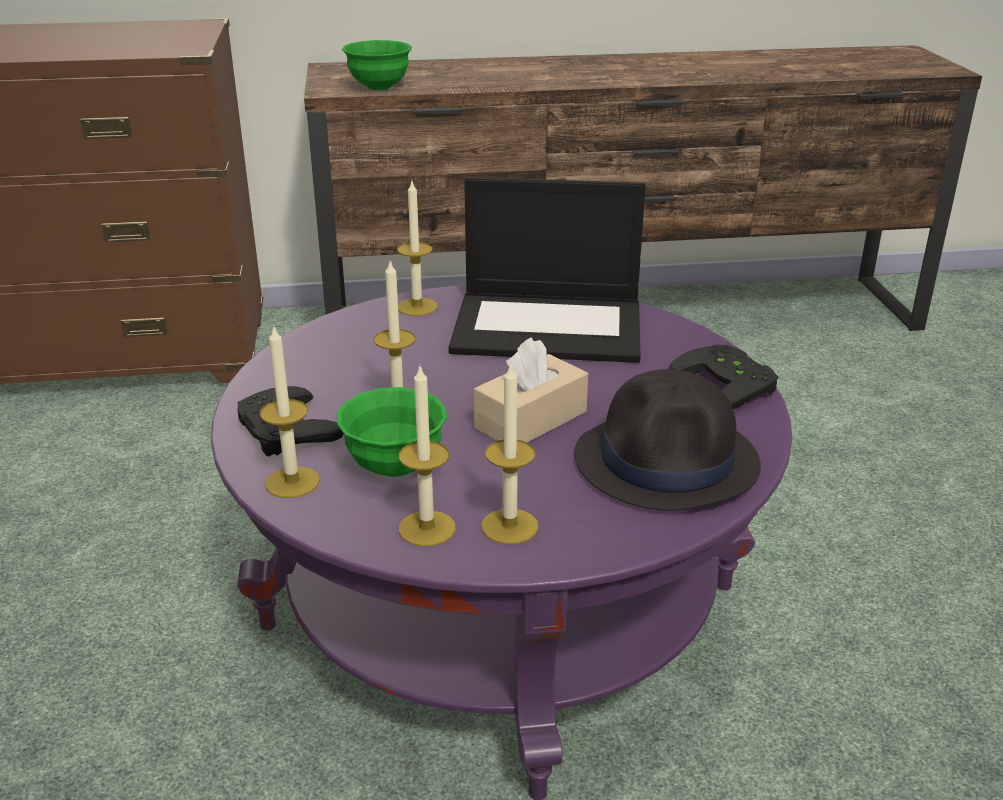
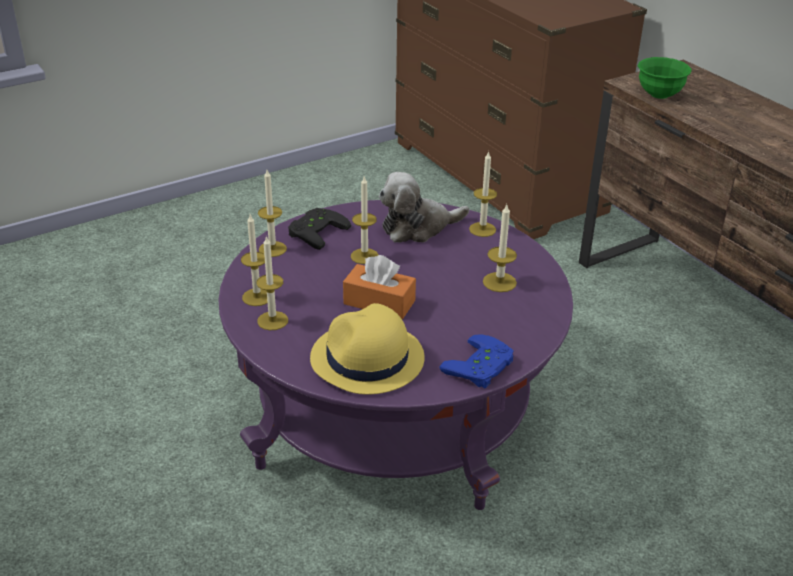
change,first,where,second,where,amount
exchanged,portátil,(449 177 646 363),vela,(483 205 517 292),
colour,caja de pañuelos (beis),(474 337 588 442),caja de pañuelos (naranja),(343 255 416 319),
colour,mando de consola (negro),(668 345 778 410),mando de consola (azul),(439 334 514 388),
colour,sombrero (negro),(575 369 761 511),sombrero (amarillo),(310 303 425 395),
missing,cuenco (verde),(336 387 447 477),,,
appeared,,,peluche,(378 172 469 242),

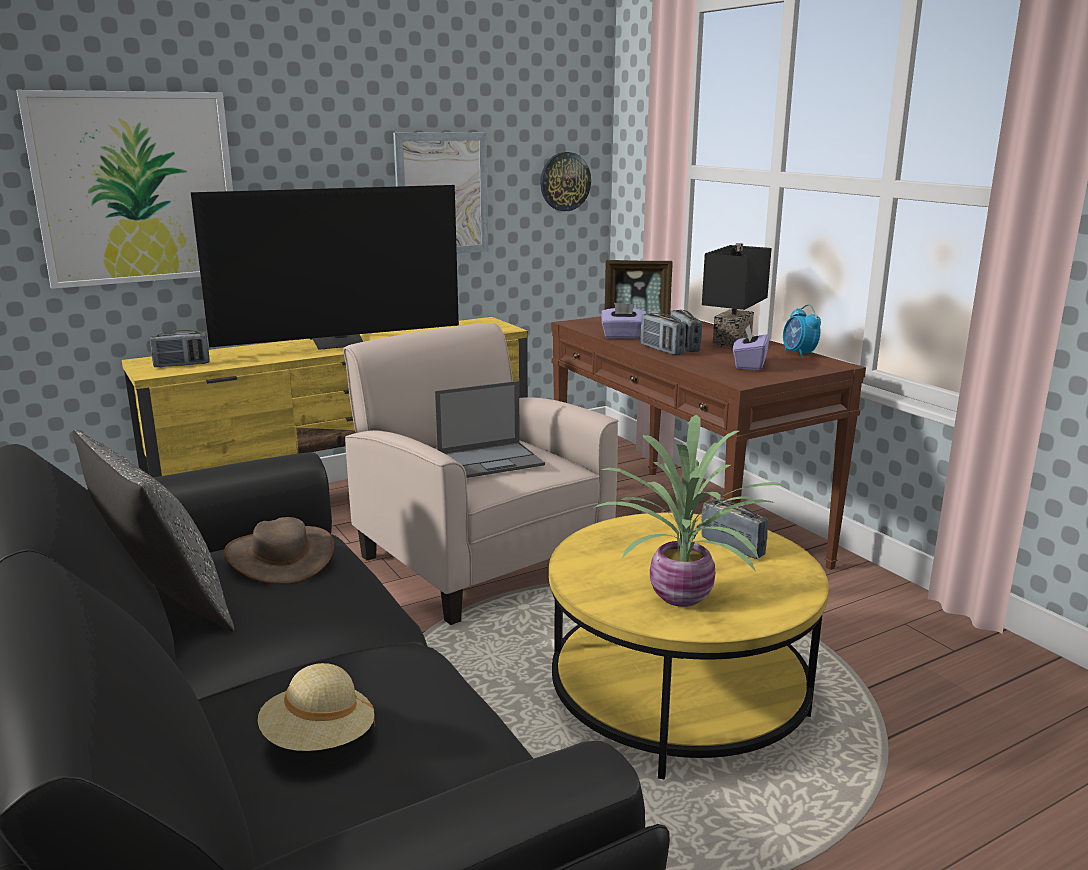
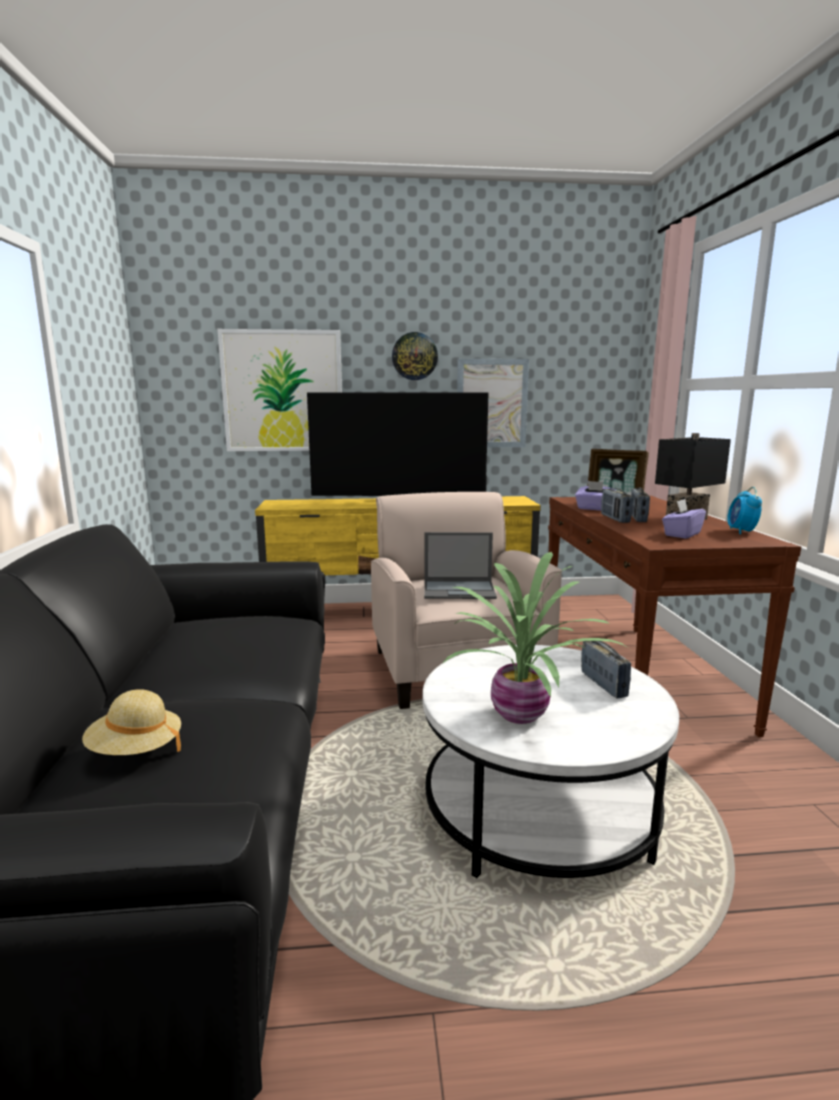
change,first,where,second,where,amount
relocated,reloj de pared,(540 152 591 211),,(392 332 438 380),
missing,radio,(150 330 210 368),,,
missing,cojín (gris),(73 430 234 632),,,
colour,mesa de centro (amarillo),(549 513 829 780),mesa de centro (blanco),(423 645 679 878),
missing,sombrero (marrón),(224 517 334 584),,,

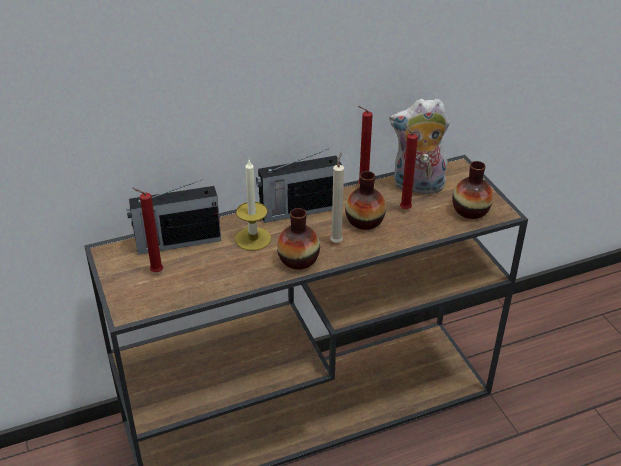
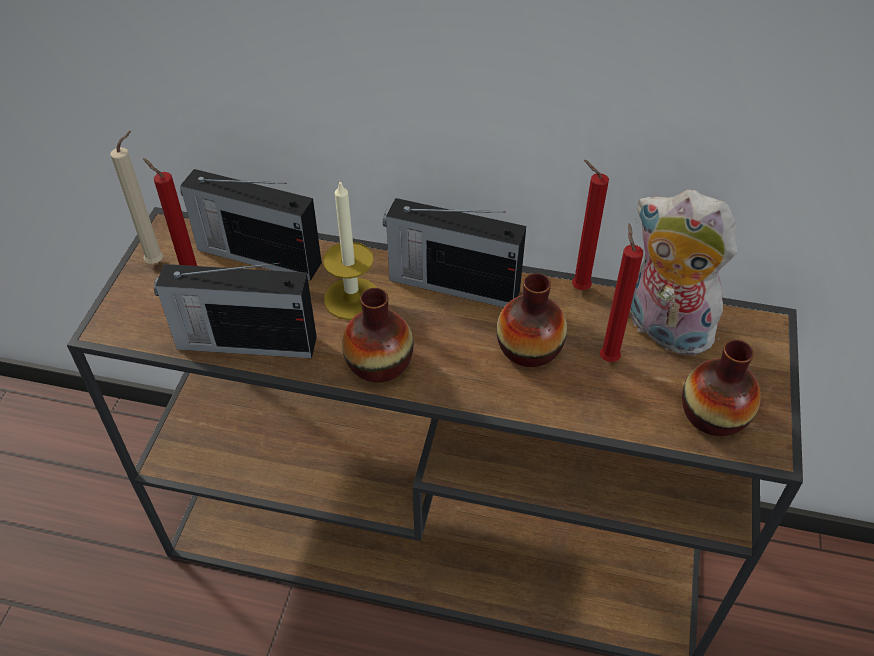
change,first,where,second,where,amount
relocated,vela (beis),(330 153 344 243),,(110 131 163 264),
appeared,,,radio,(154 263 317 358),

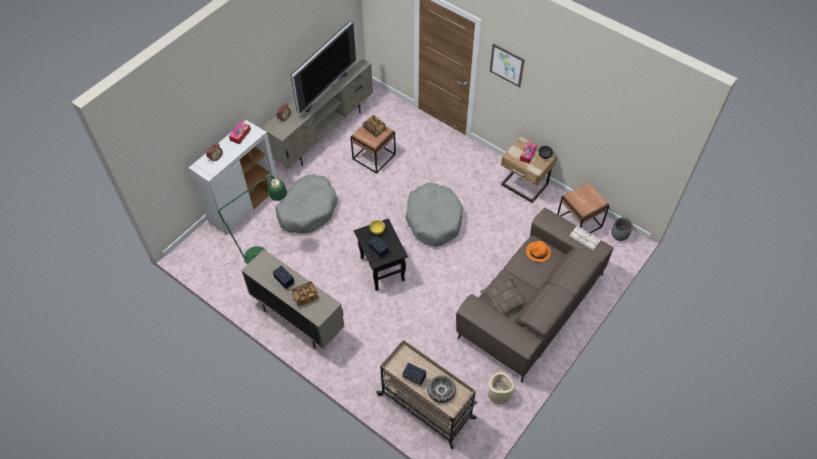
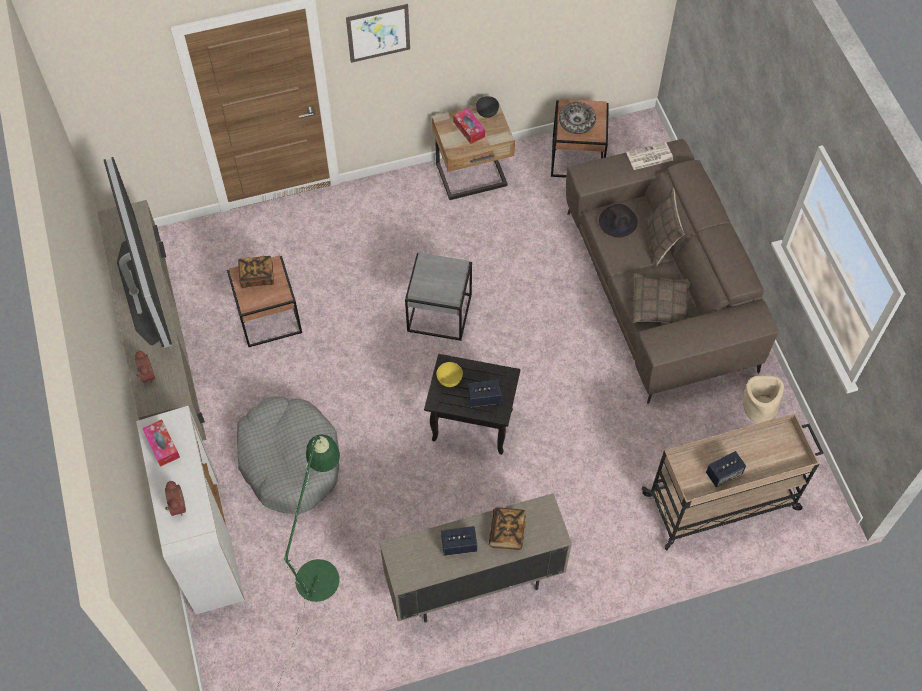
change,first,where,second,where,amount
exchanged,cama para perro (gris),(405 183 463 246),mesa auxiliar (gris),(405 253 472 341),
missing,maceta (gris),(611 217 633 241),,,
colour,sombrero (naranja),(526 241 551 262),sombrero (negro),(599 204 638 237),
relocated,cuenco,(427 375 456 403),,(559 102 596 134),
appeared,,,cojín,(646 188 684 266),

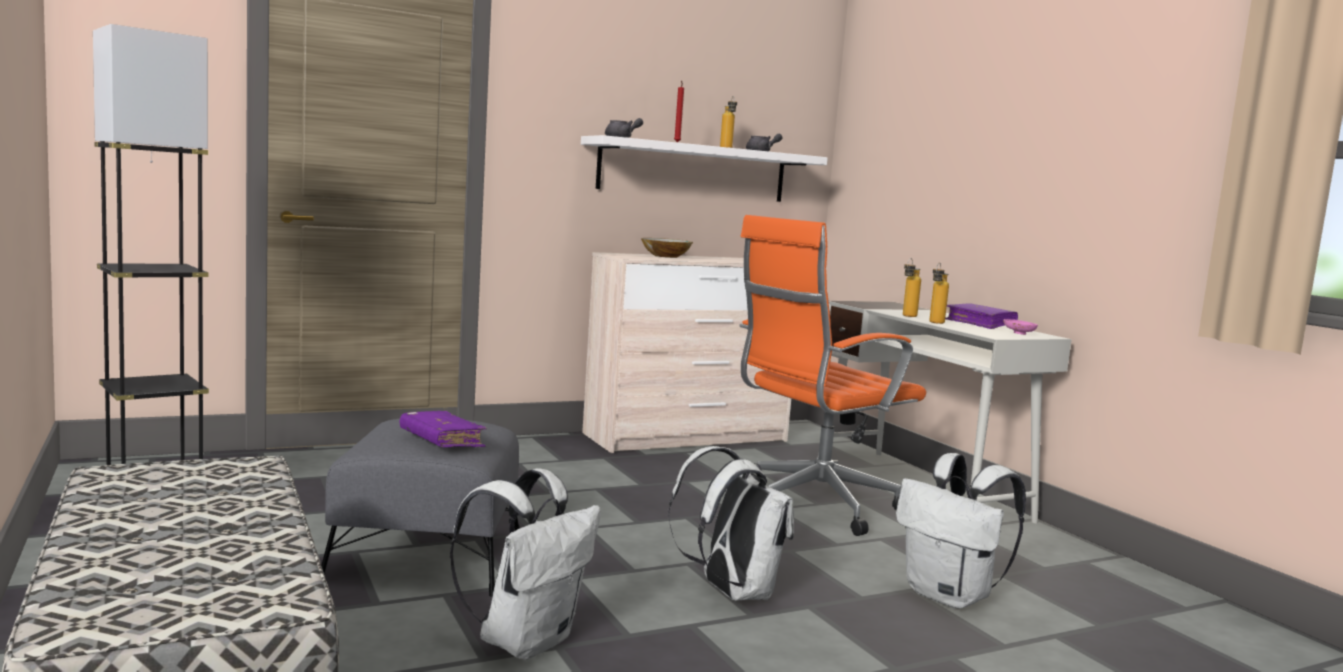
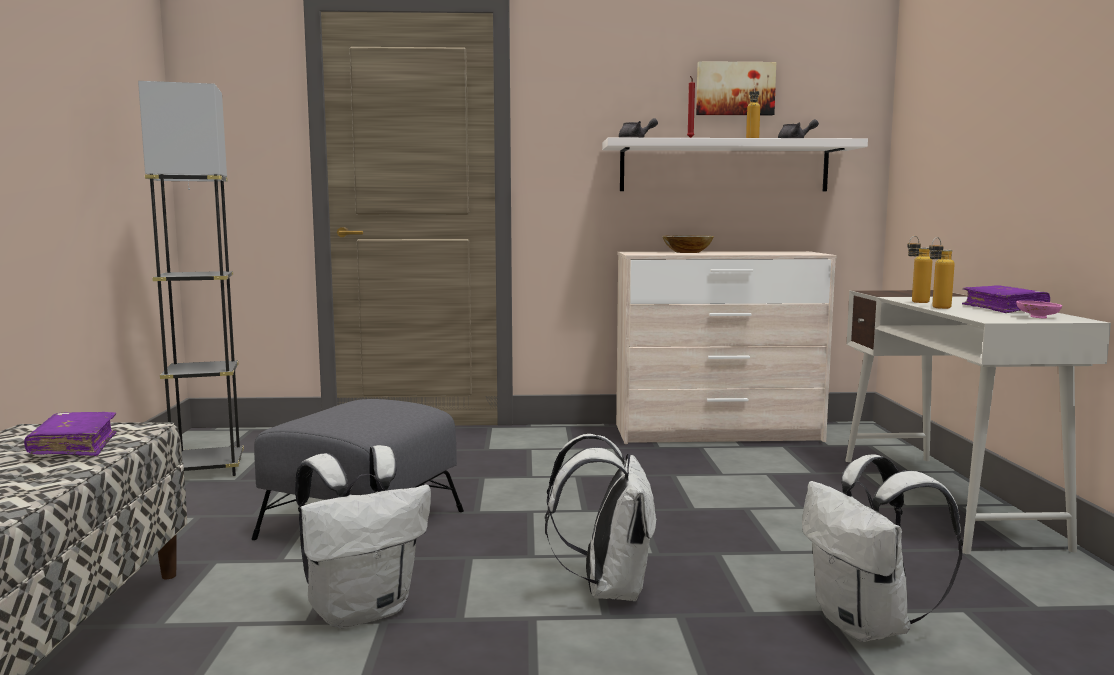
change,first,where,second,where,amount
missing,silla de oficina (naranja),(739 215 926 536),,,
relocated,libro (morado),(399 411 487 447),,(24 412 116 456),
appeared,,,cuadro,(696 61 776 115),

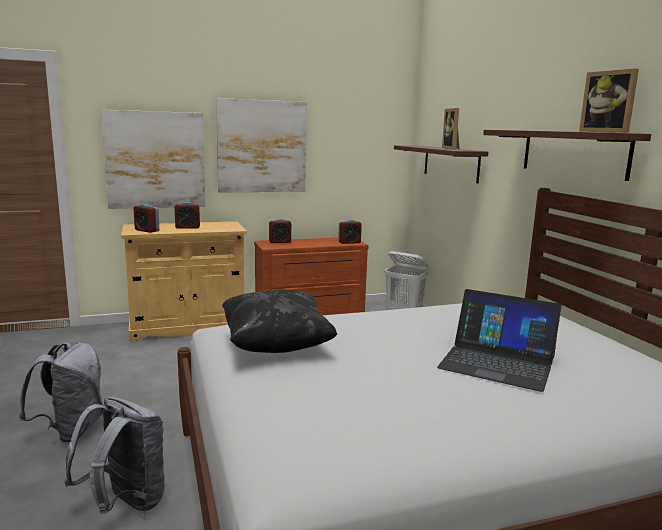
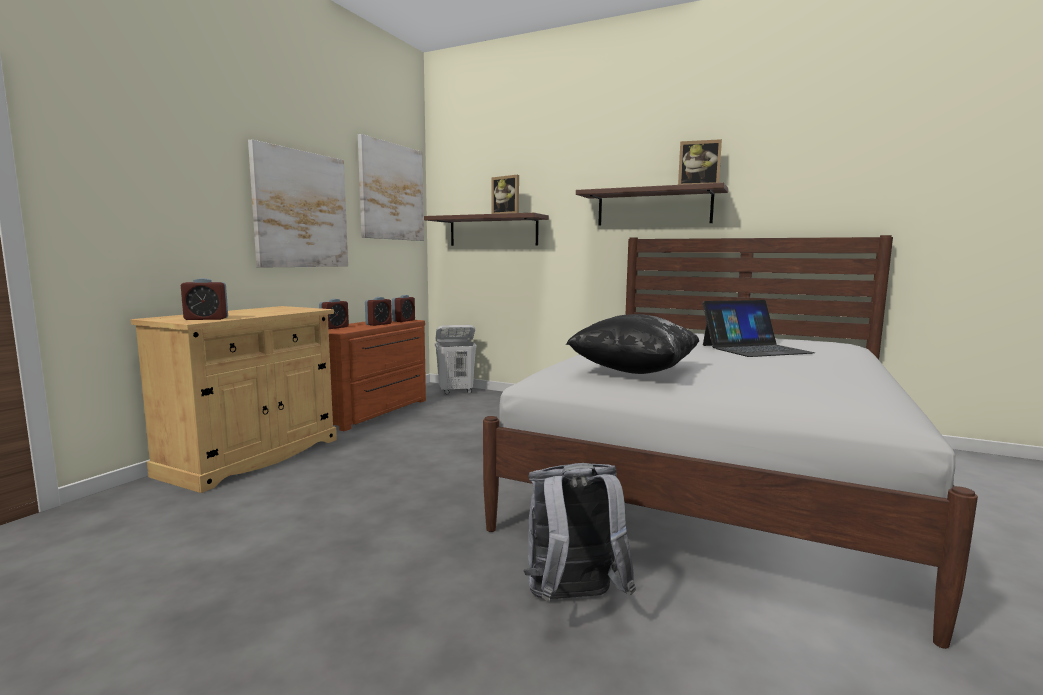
change,first,where,second,where,amount
relocated,cuadro,(101 110 205 209),,(358 134 424 241),
relocated,despertador,(175 202 200 229),,(365 297 392 326),
missing,mochila (gris),(19 342 103 443),,,

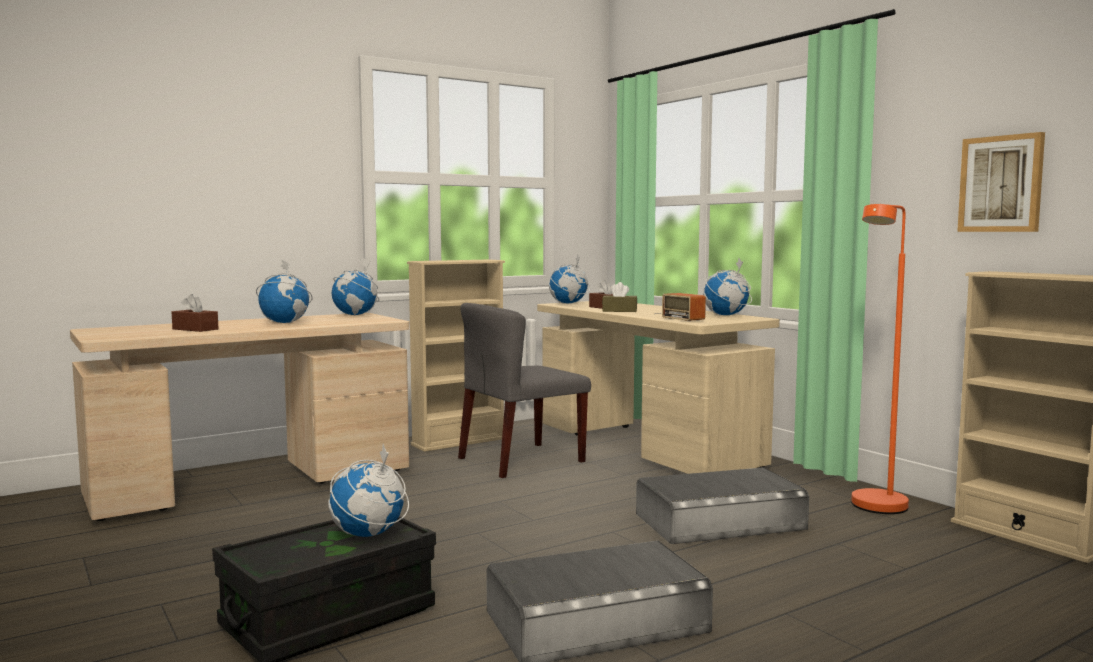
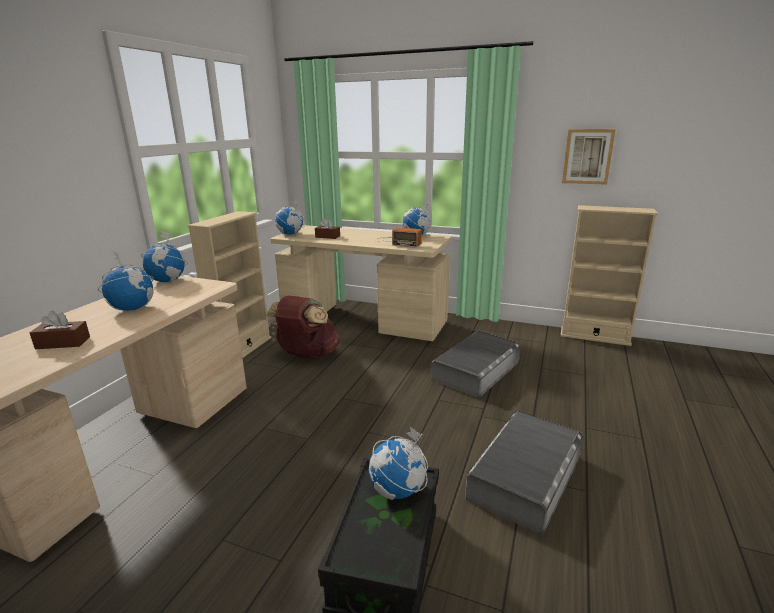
change,first,where,second,where,amount
missing,lámpara de pie (naranja),(851 204 909 514),,,
missing,caja de pañuelos (marrón),(602 282 637 312),,,
exchanged,silla (gris),(458 303 591 478),mochila (marrón),(266 296 340 359),

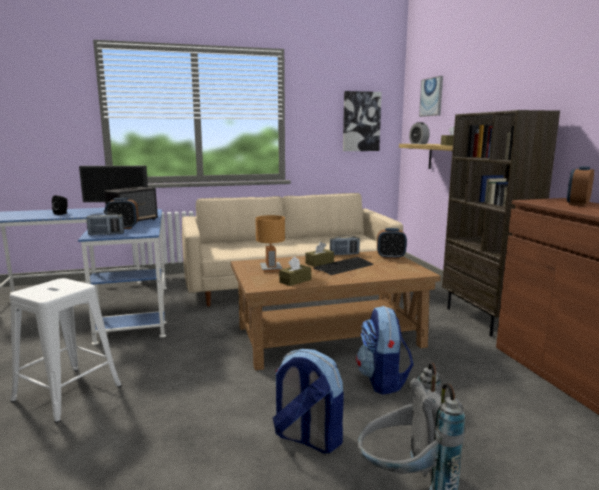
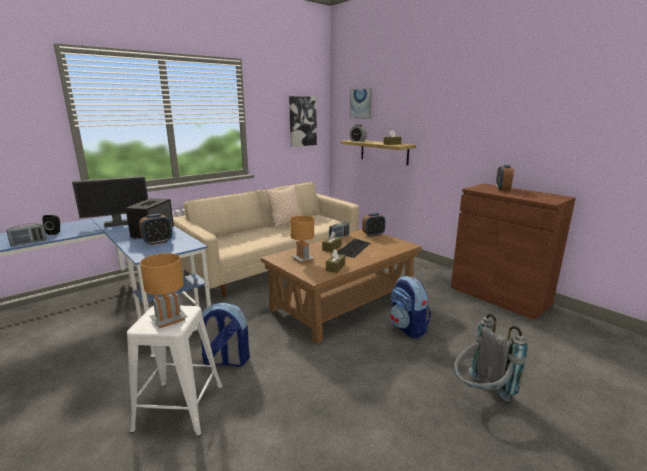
change,first,where,second,where,amount
missing,estantería (marrón),(442 110 560 336),,,
relocated,radio,(87 212 124 235),,(6 223 47 246),
relocated,mochila,(273 349 344 454),,(201 303 250 367),
appeared,,,cojín (beis),(266 186 302 229),
appeared,,,lámpara de mesa (marrón),(140 253 188 328),

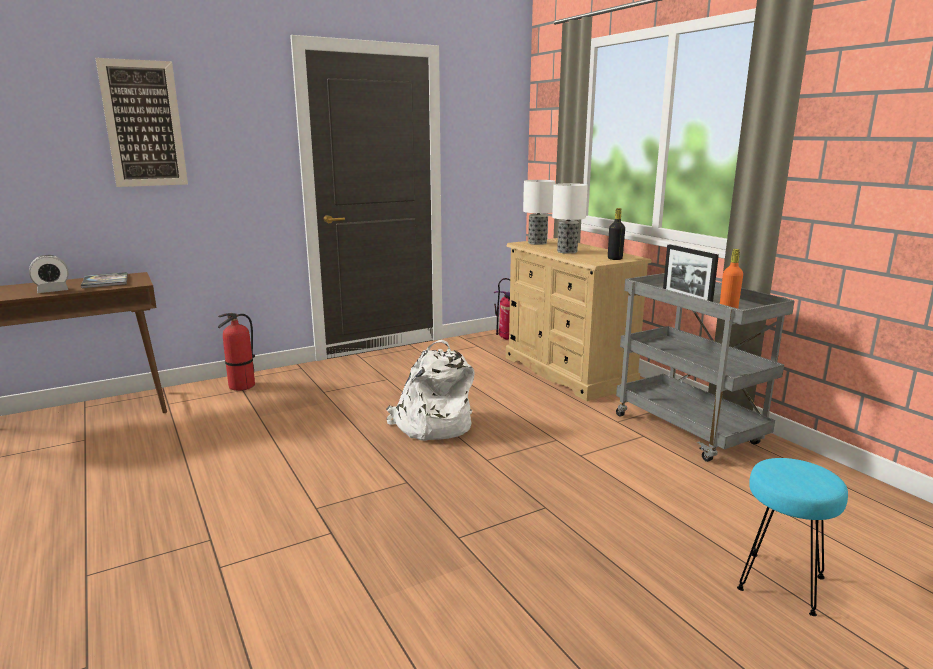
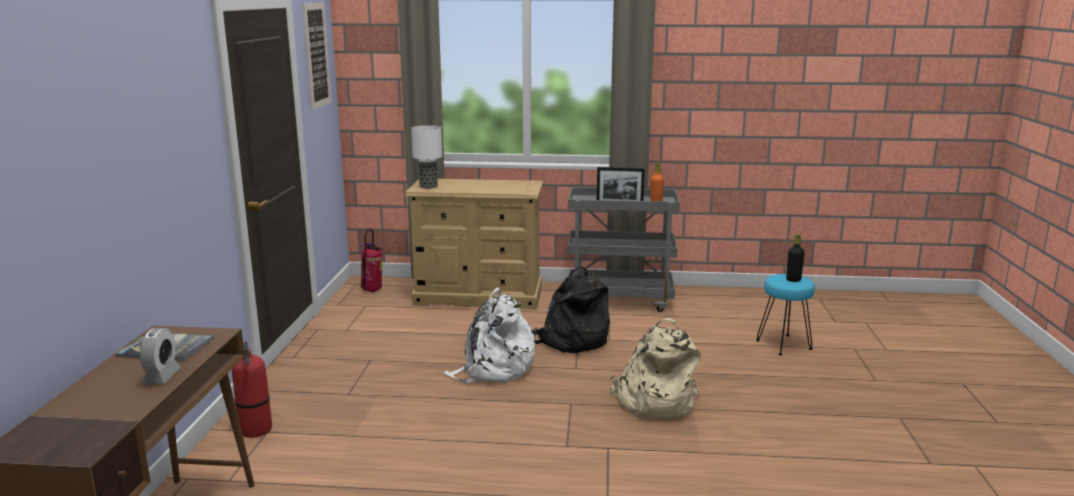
change,first,where,second,where,amount
relocated,cuadro,(96 58 188 187),,(302 3 332 110),
missing,lámpara de mesa,(552 183 588 254),,,
relocated,botella (negro),(608 208 625 260),,(786 233 805 282),
appeared,,,mochila (negro),(532 266 610 353),
appeared,,,mochila (beis),(610 318 701 419),

